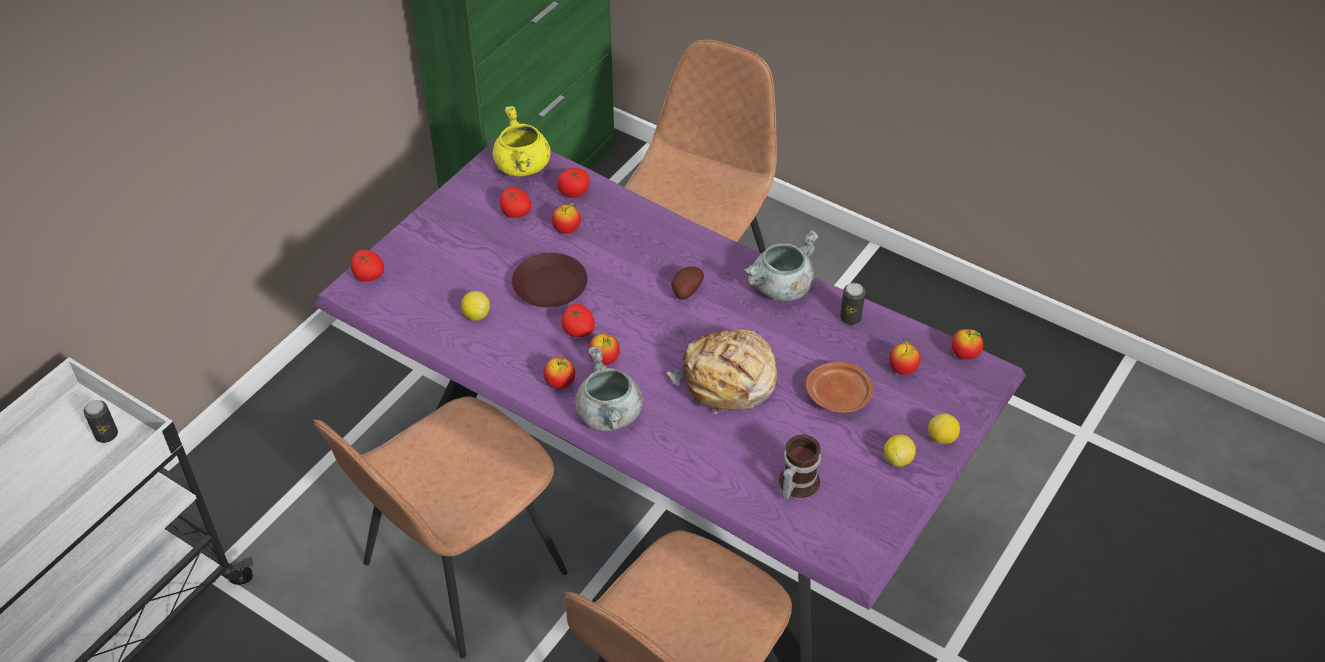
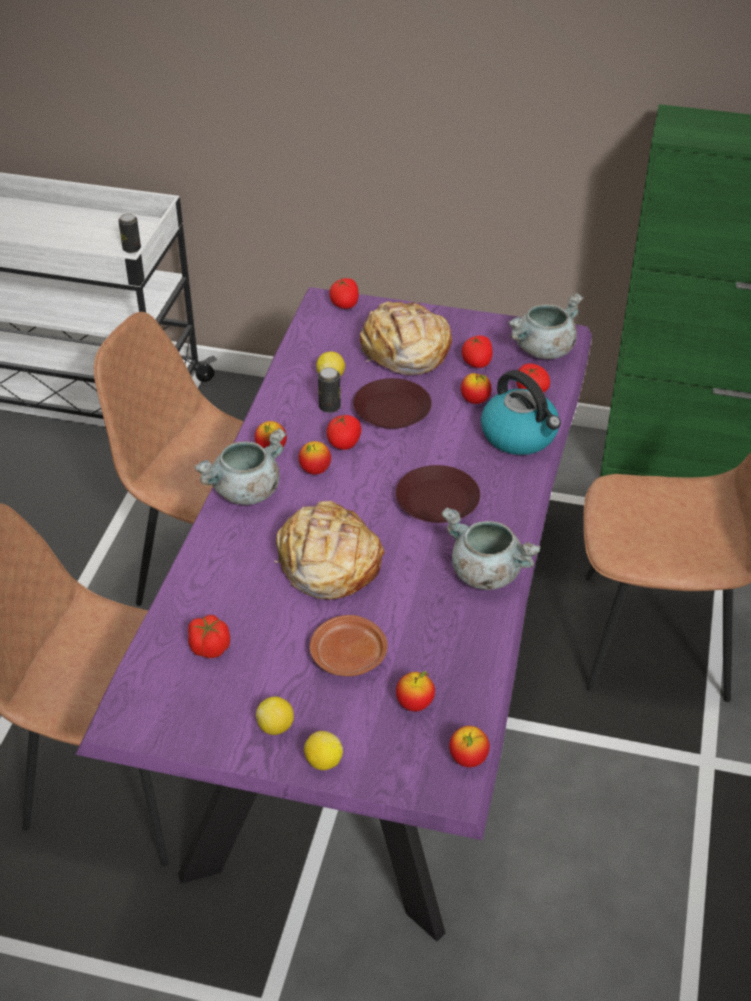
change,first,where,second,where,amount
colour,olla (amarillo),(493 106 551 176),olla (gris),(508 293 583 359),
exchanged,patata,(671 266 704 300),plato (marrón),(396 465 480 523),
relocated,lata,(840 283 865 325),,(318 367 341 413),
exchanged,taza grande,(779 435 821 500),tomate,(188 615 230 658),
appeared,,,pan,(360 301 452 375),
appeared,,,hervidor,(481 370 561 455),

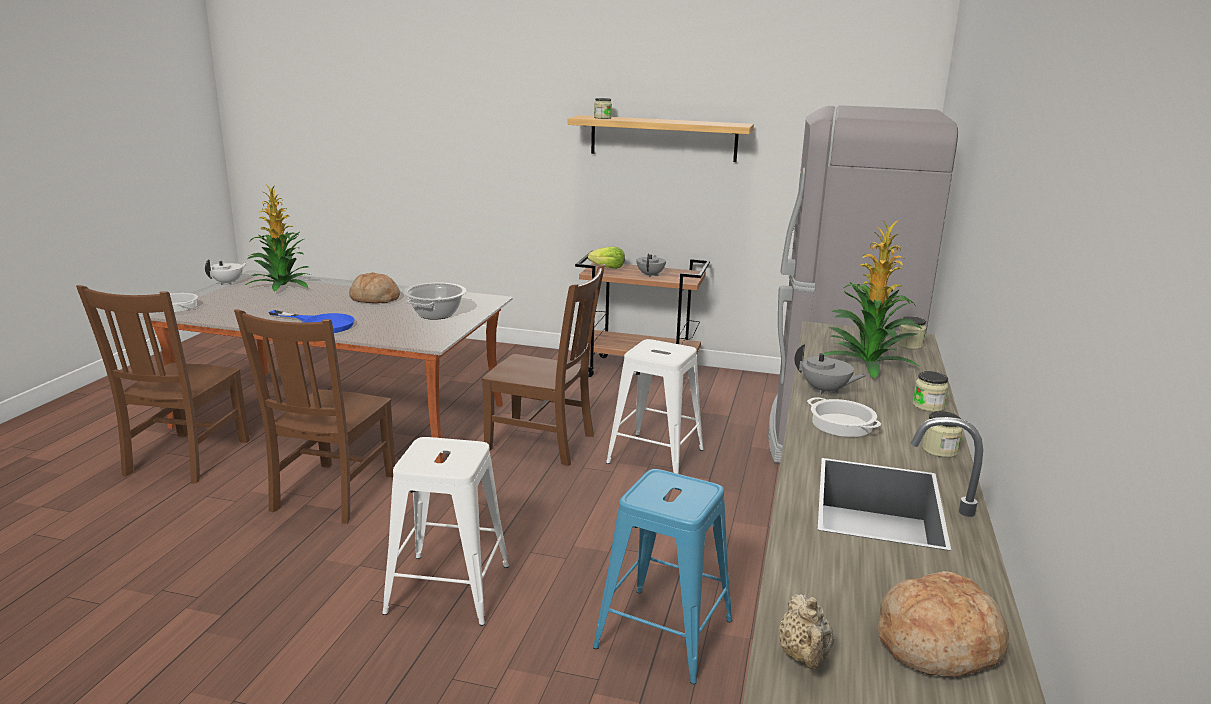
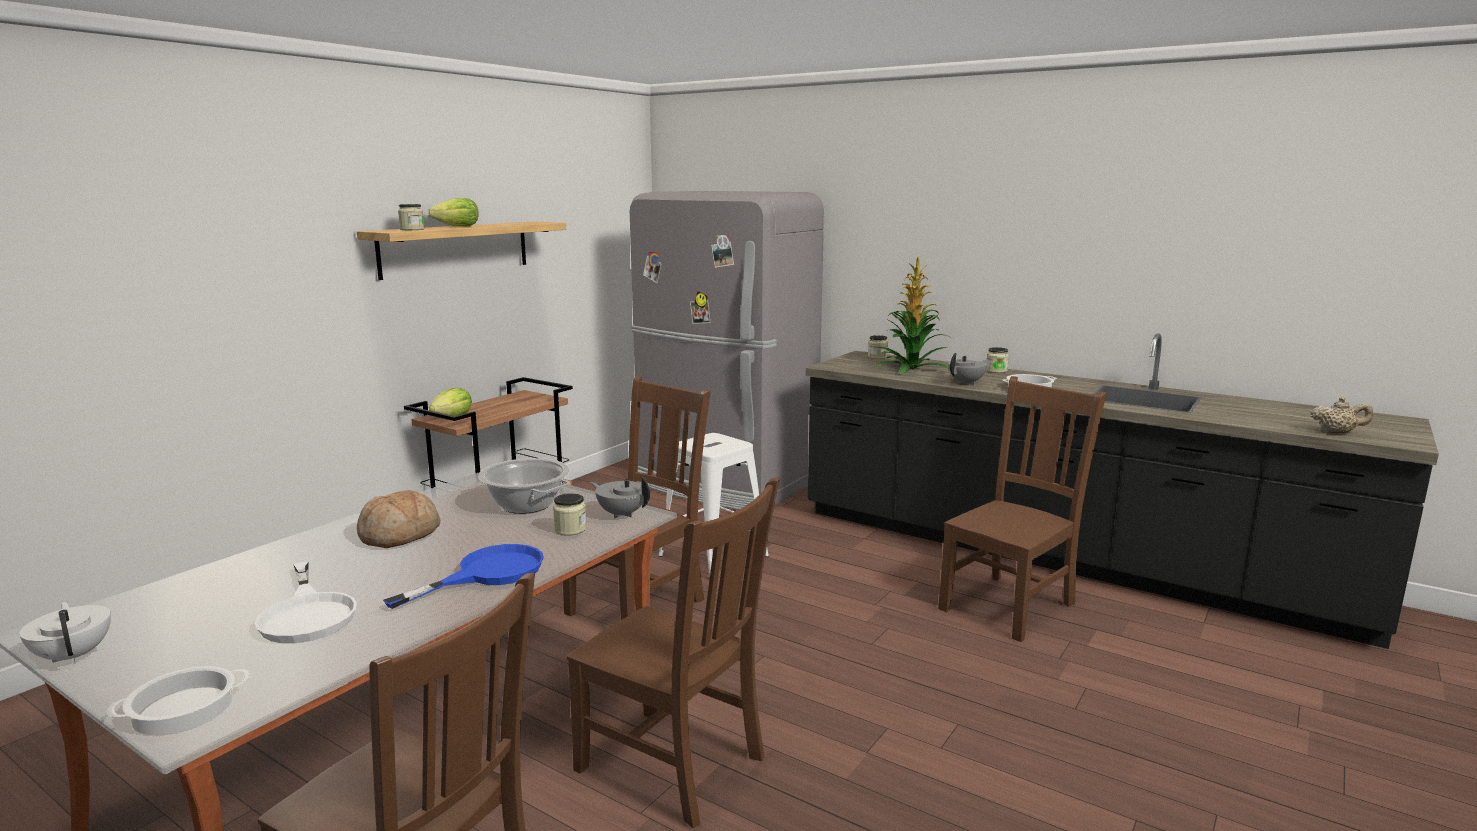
change,first,where,second,where,amount
missing,planta en maceta,(246 185 311 291),,,
relocated,tetera (gris),(637 254 666 277),,(591 477 650 518),
relocated,tarro,(922 411 963 458),,(553 493 587 535),
missing,taburete (blanco),(382 437 509 626),,,
exchanged,taburete (azul),(593 469 732 684),silla (marrón),(938 376 1107 642),
missing,pan,(877 571 1009 676),,,
appeared,,,lechuga,(428 198 479 227),
appeared,,,sartén (blanco),(254 561 357 643),

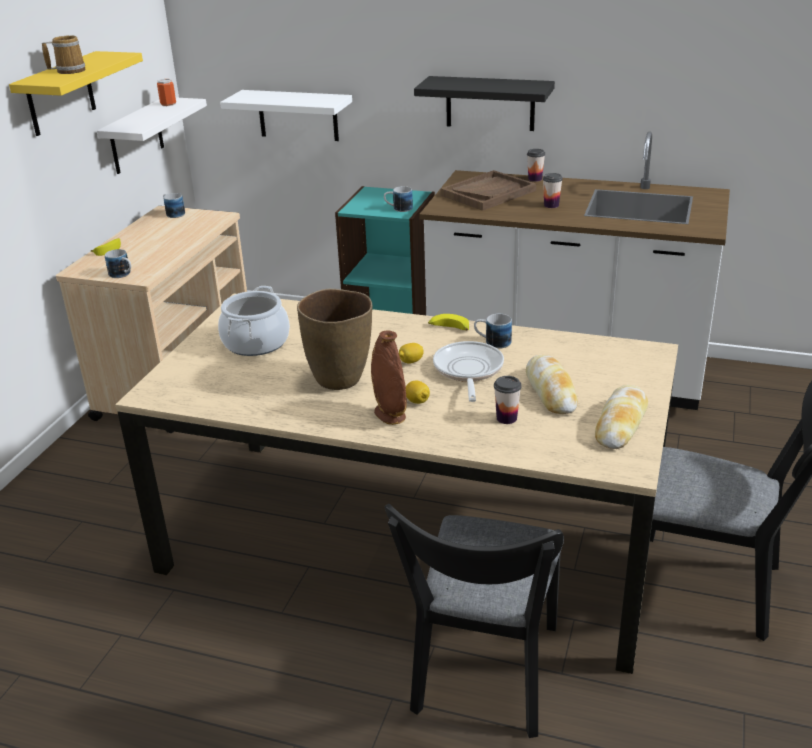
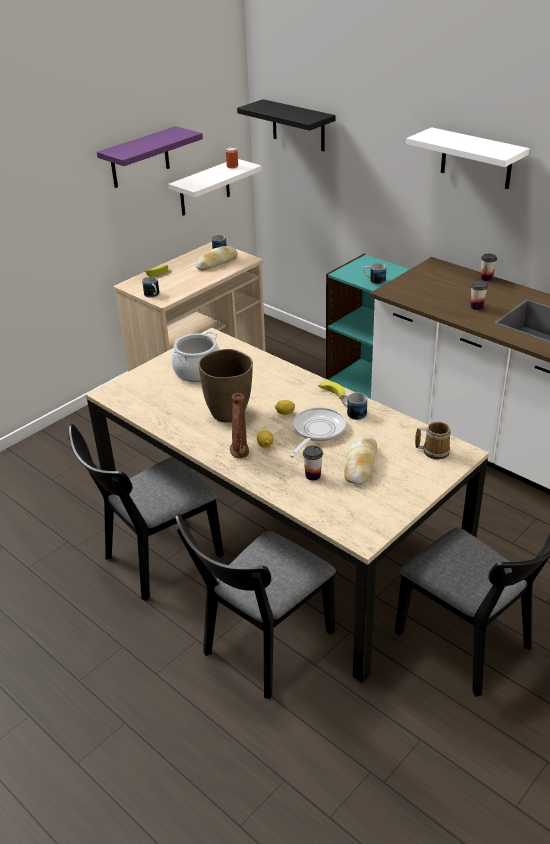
change,first,where,second,where,amount
relocated,taza grande,(42 35 86 74),,(415 422 451 460),
colour,estante (amarillo),(9 51 143 136),estante (morado),(97 126 203 188),
relocated,estante (negro),(414 76 555 131),,(237 99 336 151),
relocated,estante (blanco),(220 90 352 141),,(406 127 530 189),
missing,bandeja (marrón),(440 170 536 211),,,
relocated,pan,(595 385 648 449),,(196 246 238 271),
appeared,,,silla (negro),(68 424 224 601),

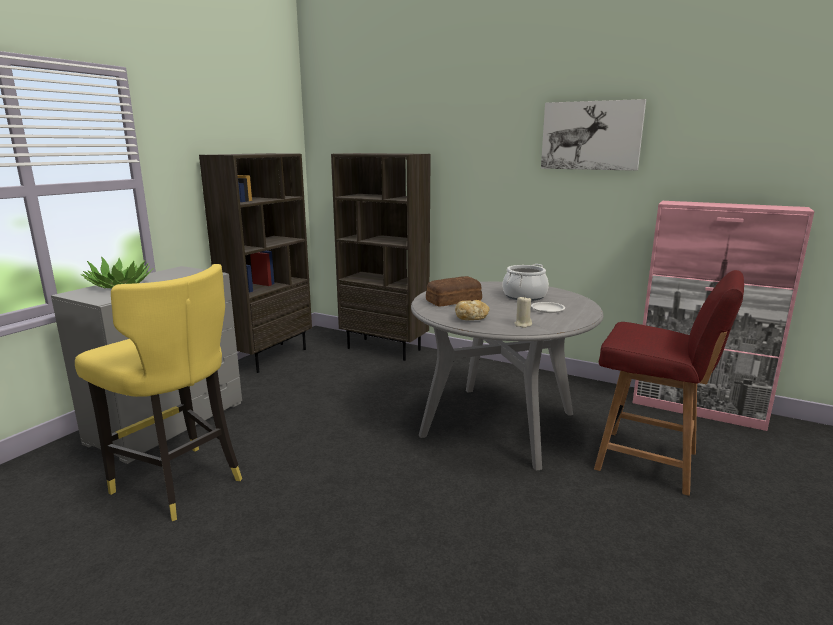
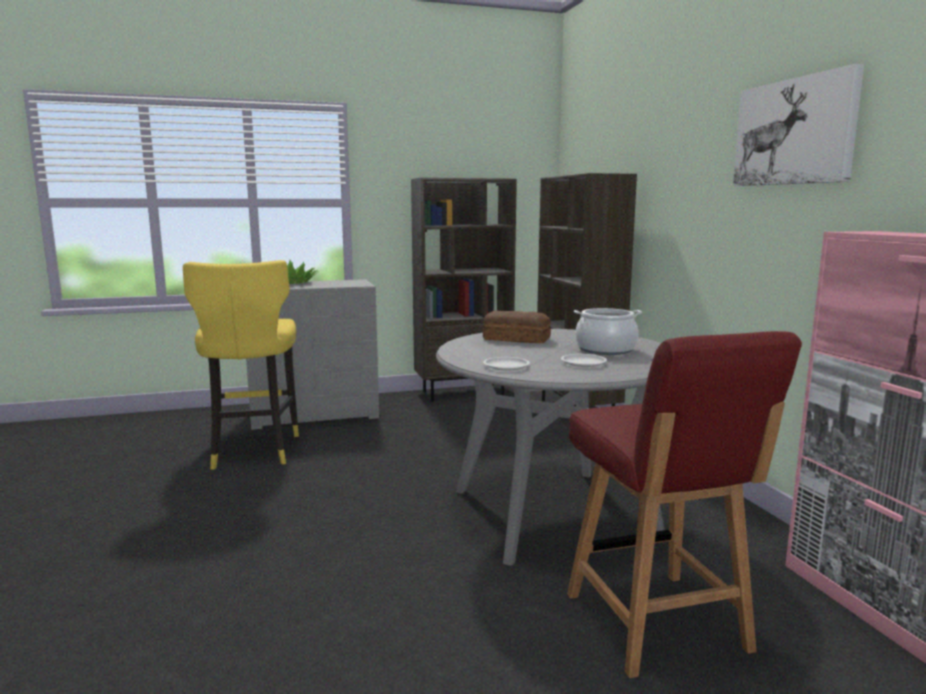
change,first,where,second,where,amount
exchanged,vela (beis),(514 297 532 328),plato (blanco),(483 357 530 370),
missing,pan,(455 300 490 320),,,

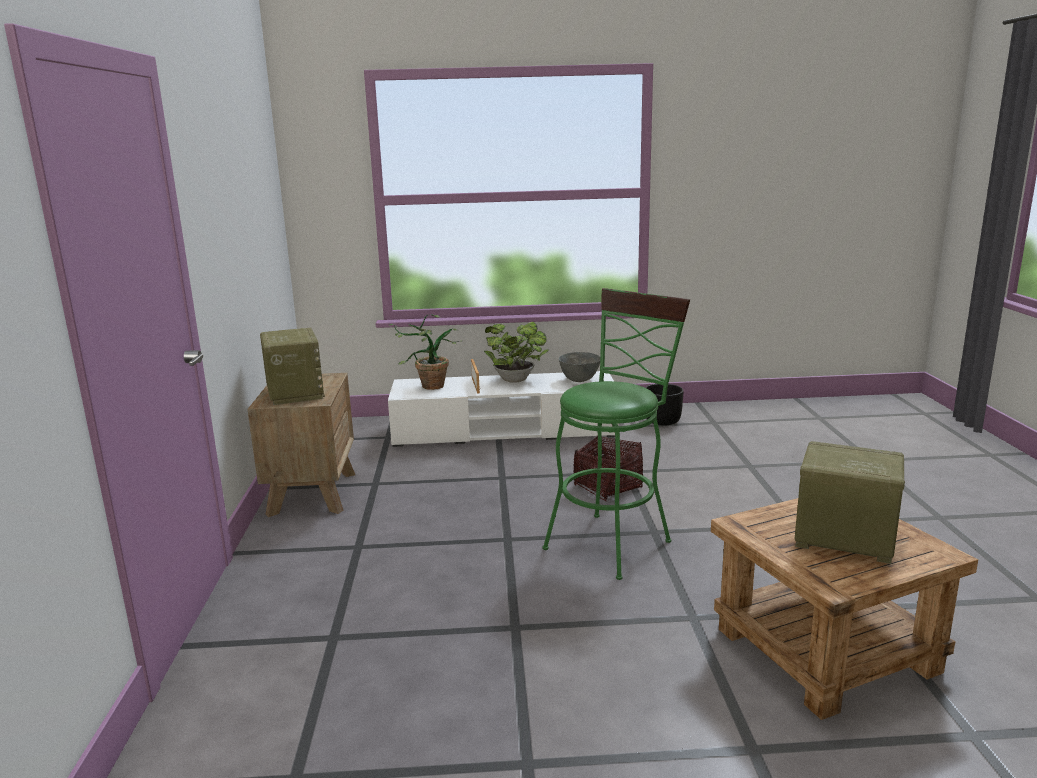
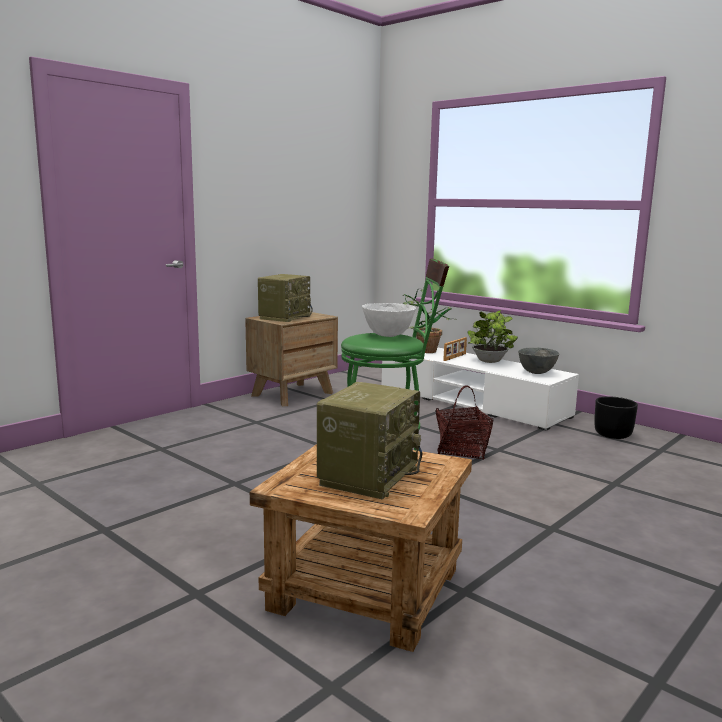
change,first,where,second,where,amount
spun,radio,(795 441 905 564),,(317 382 422 500),45 degrees clockwise
appeared,,,cuenco (blanco),(362 303 416 337),

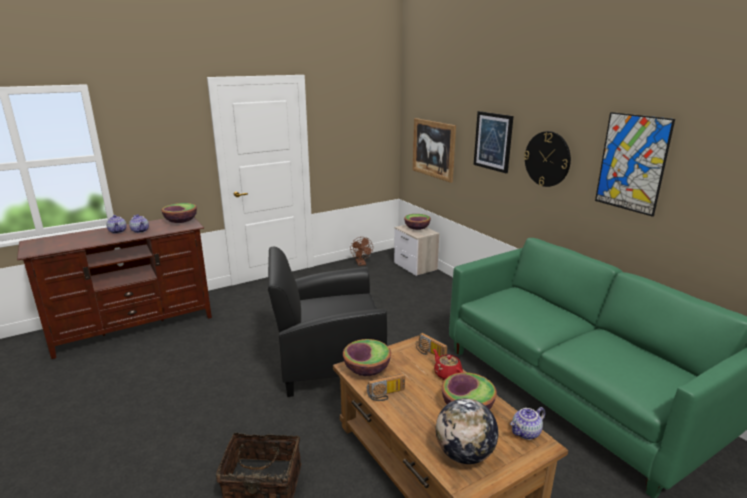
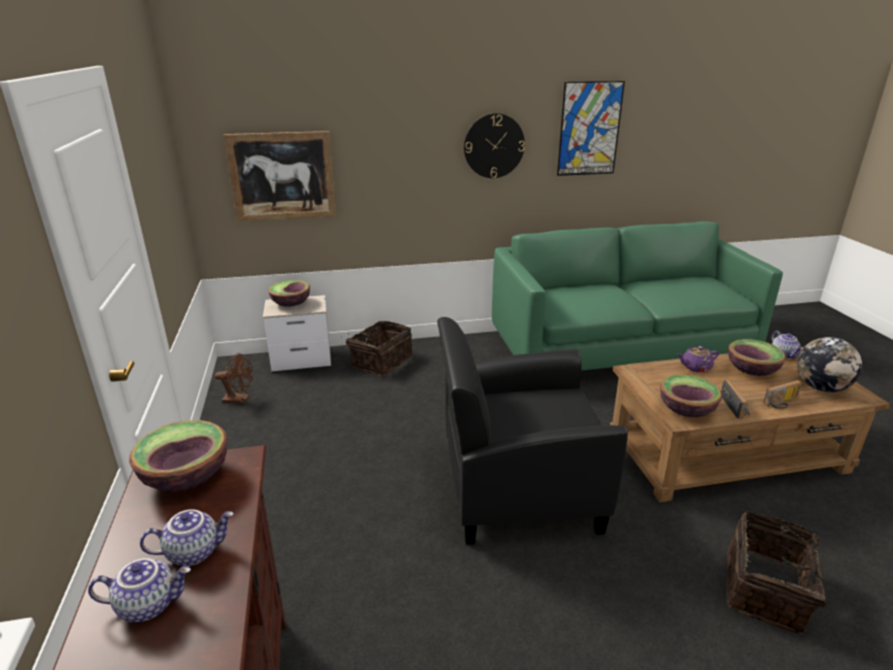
change,first,where,second,where,amount
missing,cuadro,(474 111 514 173),,,
spun,sillón (negro),(268 247 387 397),,(437 317 628 545),75 degrees clockwise
relocated,radio,(416 333 448 357),,(764 380 802 409),
colour,tetera (rojo),(433 349 463 380),tetera (morado),(677 346 719 372),
appeared,,,cesta,(341 321 413 376),

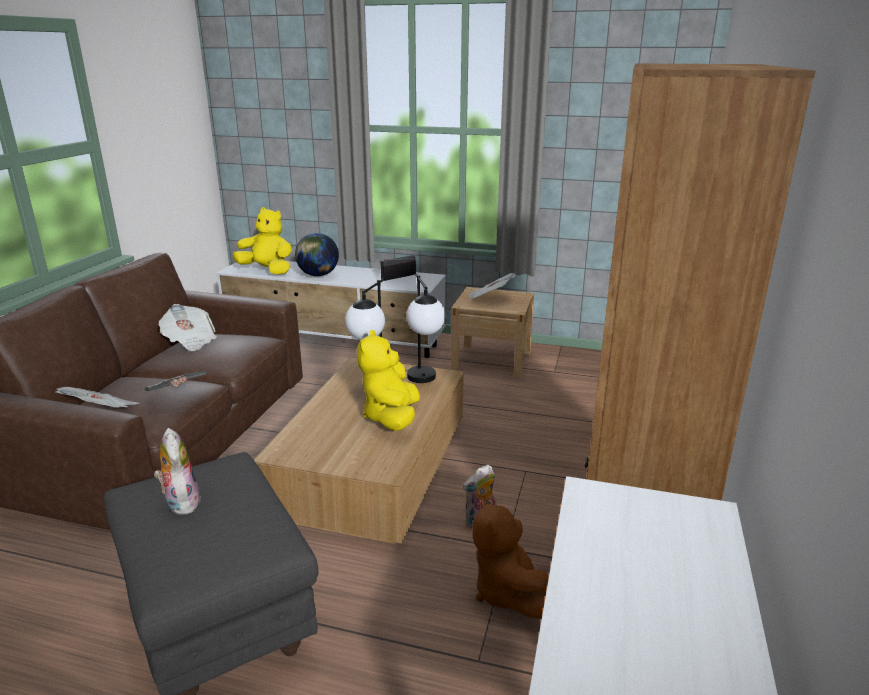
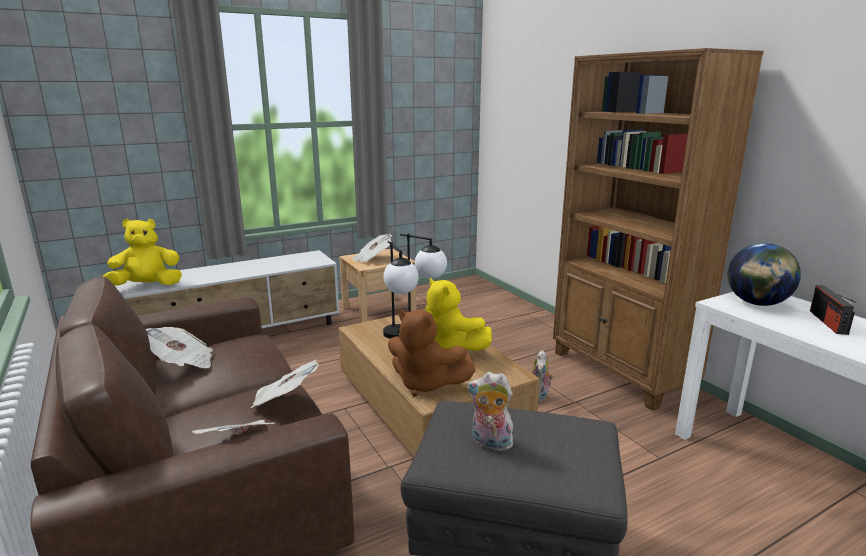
change,first,where,second,where,amount
relocated,globo terráqueo,(295 233 339 276),,(728 243 801 306),
relocated,radio,(380 255 416 281),,(810 285 857 335),
relocated,peluche (marrón),(473 498 549 619),,(388 310 475 397),

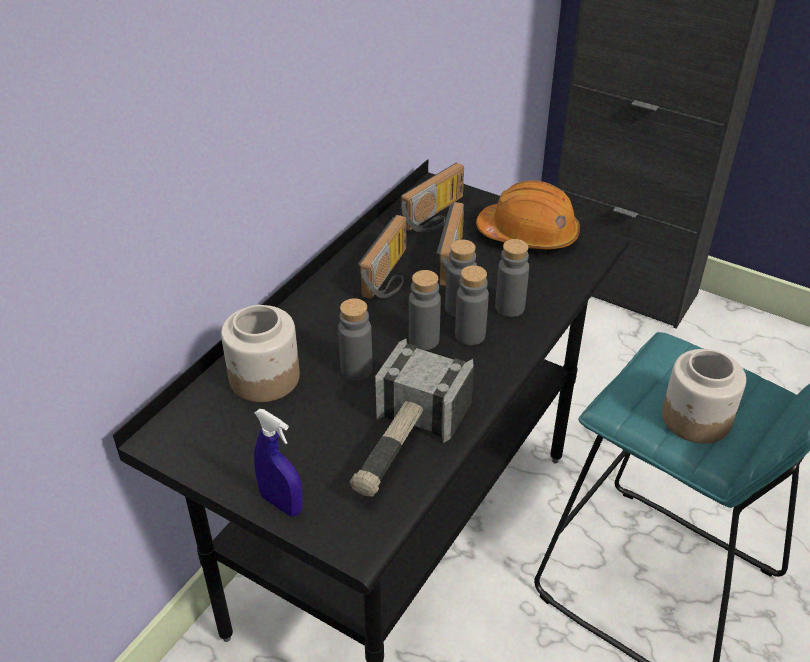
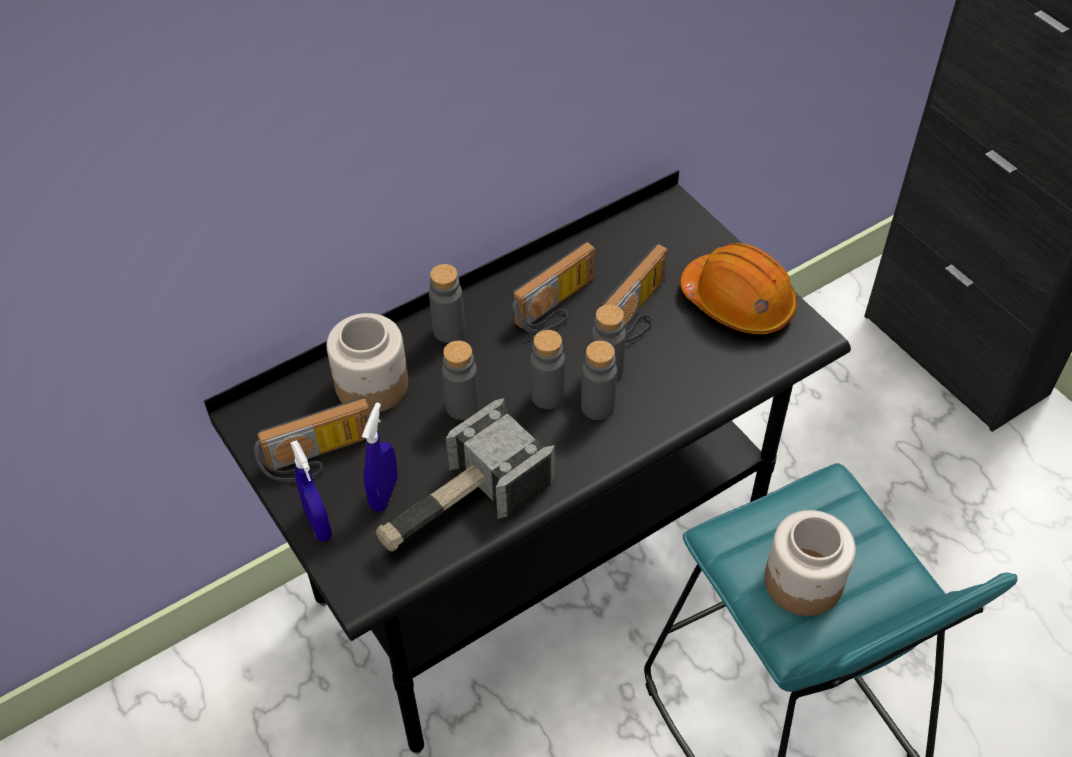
change,first,where,second,where,amount
relocated,radio,(401 163 464 233),,(254 398 370 482),
relocated,botella (gris),(495 239 529 317),,(429 264 465 343),
appeared,,,pulverizador (azul),(362 402 398 512),

